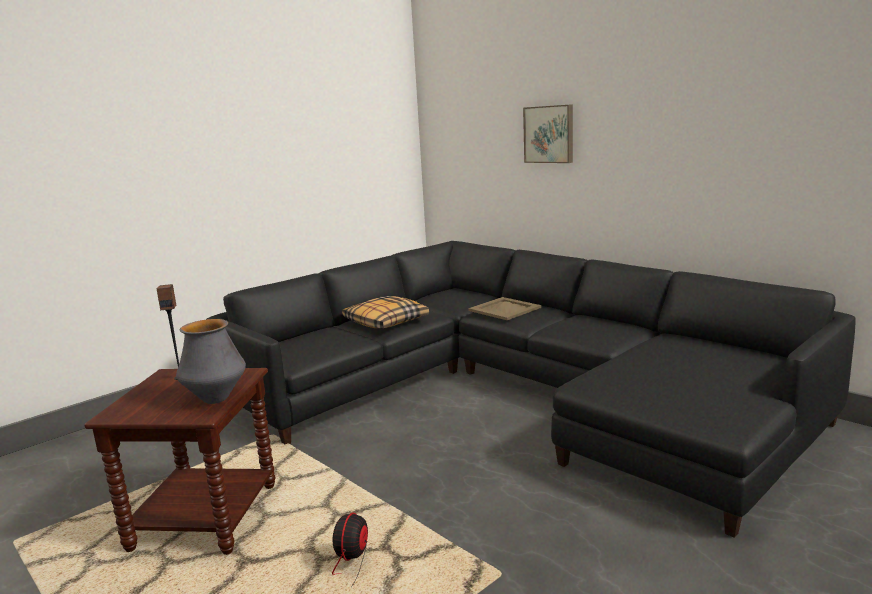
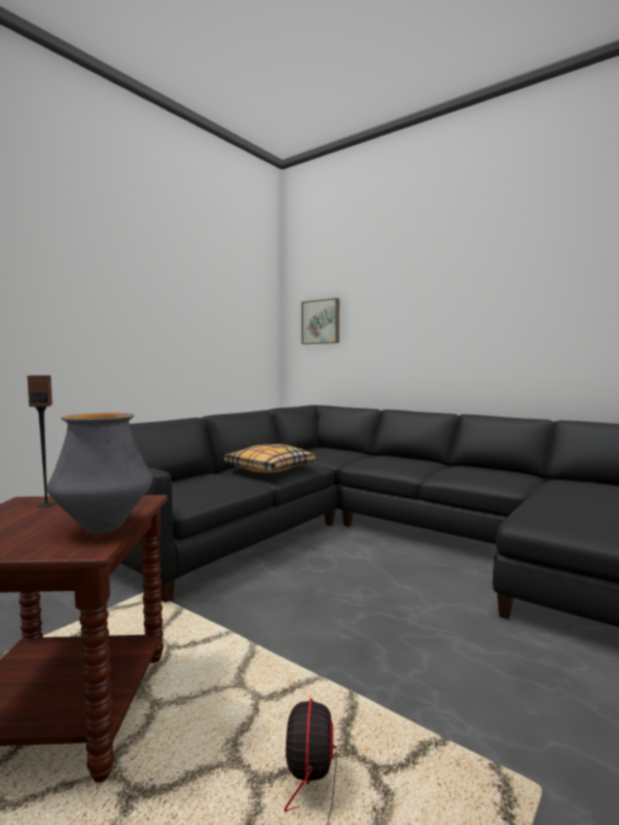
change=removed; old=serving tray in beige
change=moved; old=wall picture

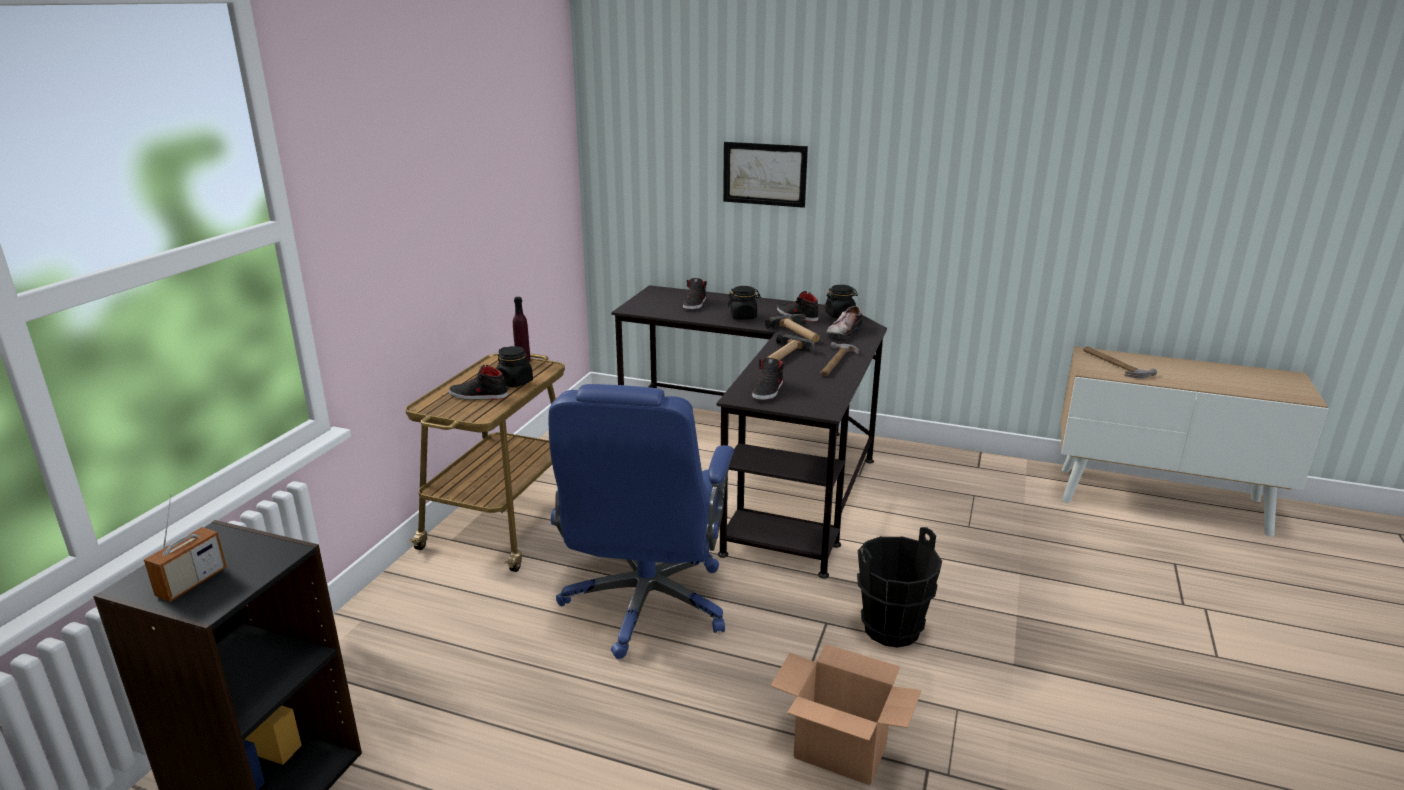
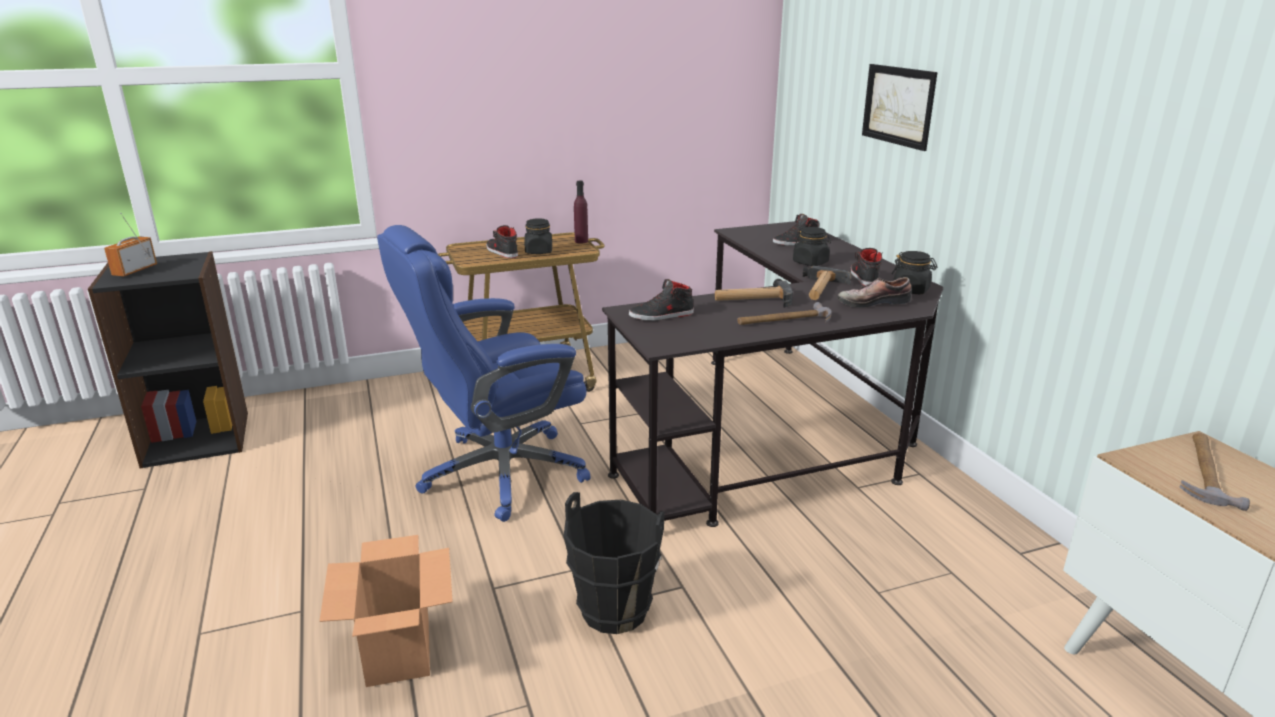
change=turned; old=radio receiver; degrees=120

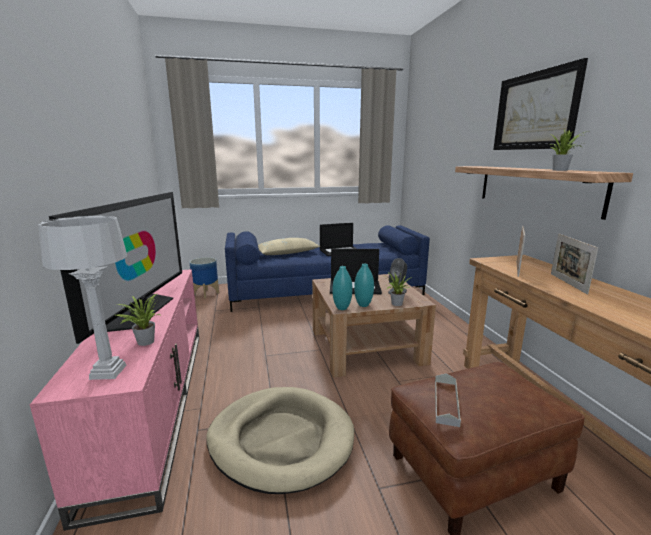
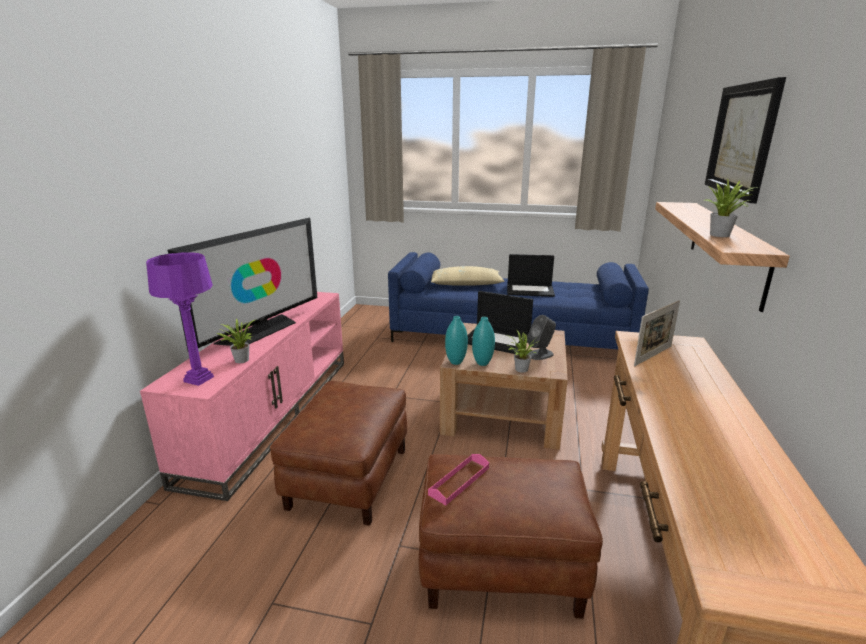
change=recoloured; old=lamp for a table in greyish; new=lamp for a table in purplish
change=removed; old=planter
change=replaced; old=pet bed in beige; new=ottoman in brownish (1st from left)
change=recoloured; old=serving tray in greyish; new=serving tray in pinkish
change=removed; old=picture frame (2nd from left)

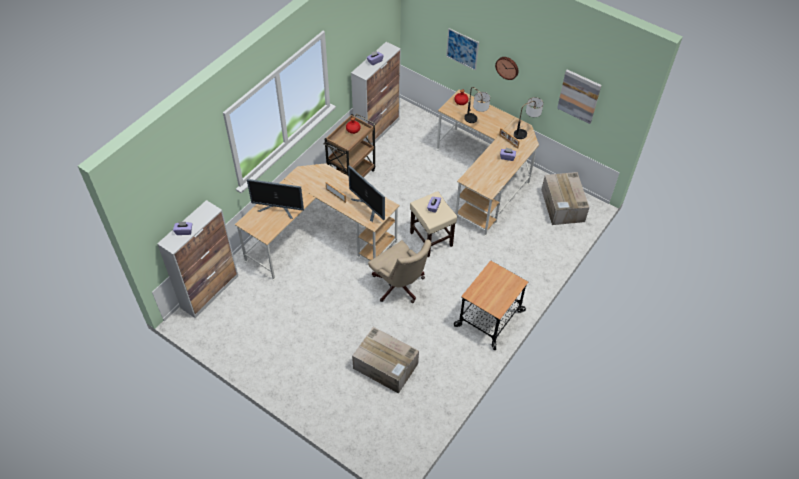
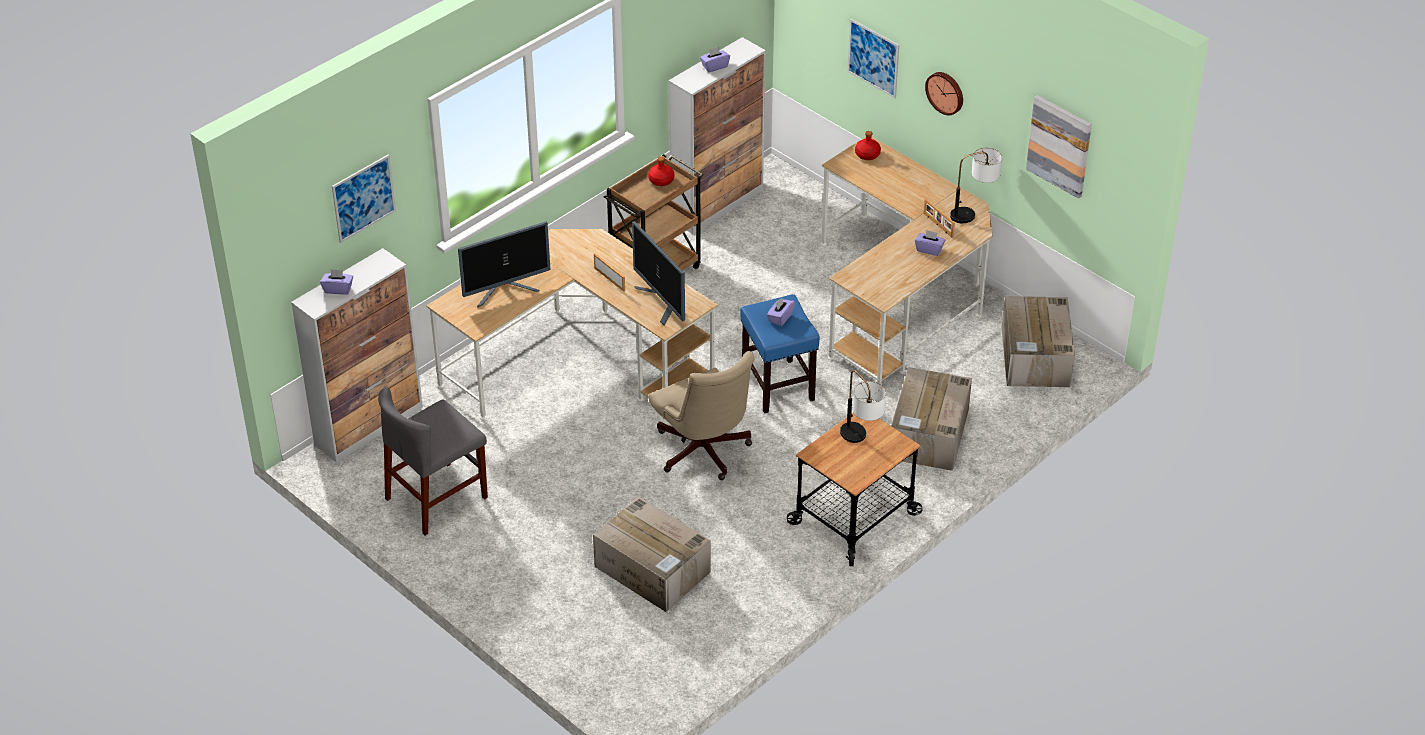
change=turned; old=computer display (1st from left); degrees=-45
change=recoloured; old=stool in beige; new=stool in blue-coloured
change=moved; old=lamp for a table (1st from left)
change=added; new=wall picture (1st from left)
change=added; new=chair in greyish
change=added; new=carton (2nd from left)

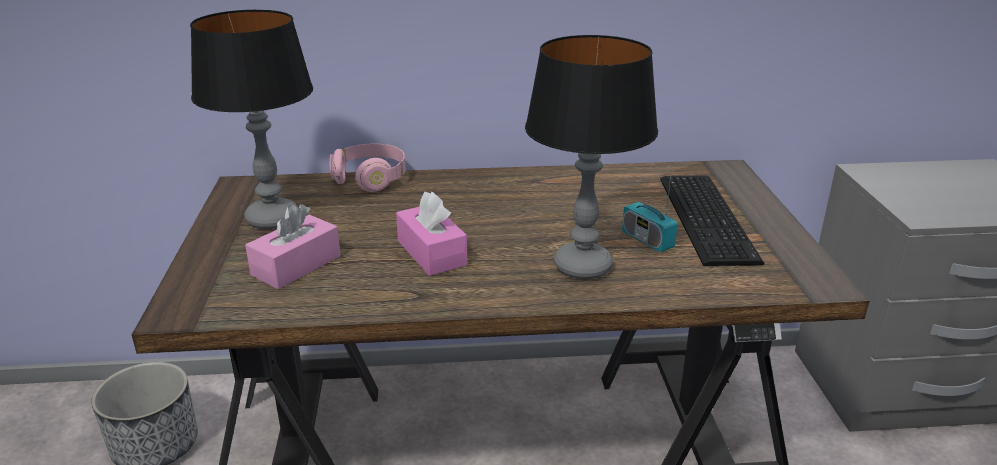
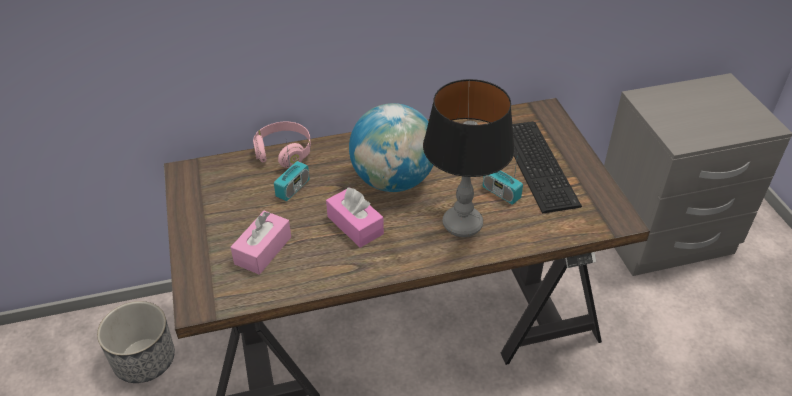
change=removed; old=lamp for a table (1st from left)
change=added; new=radio receiver (1st from left)
change=added; new=world globe

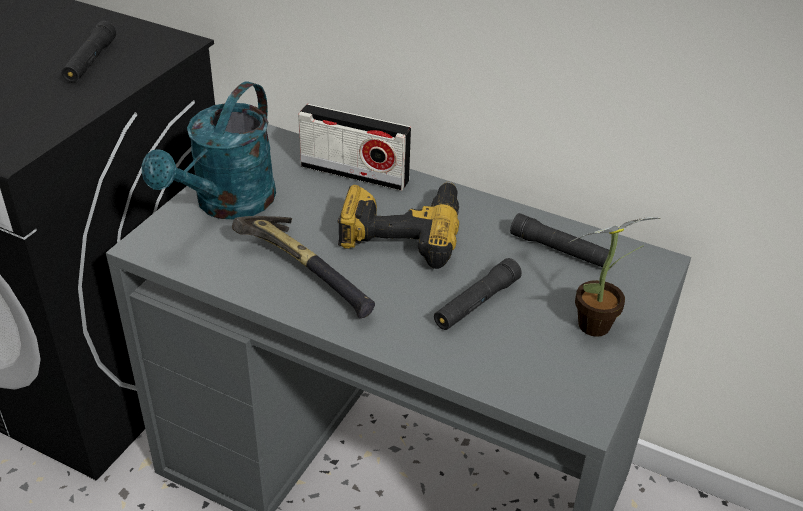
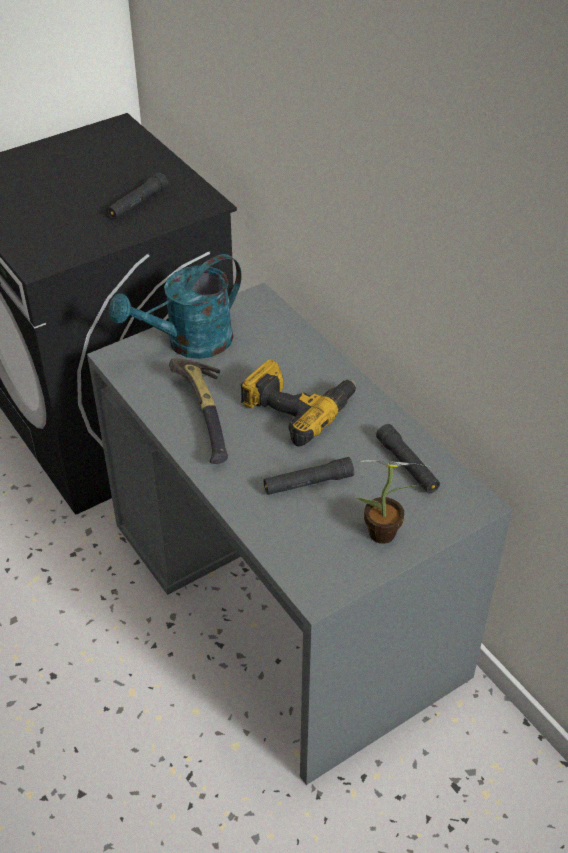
change=removed; old=radio receiver

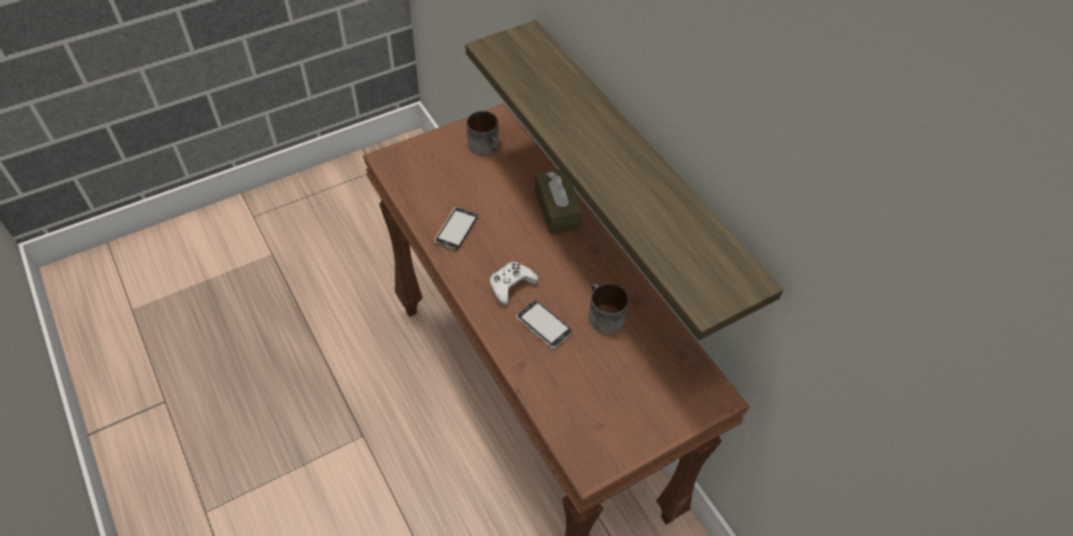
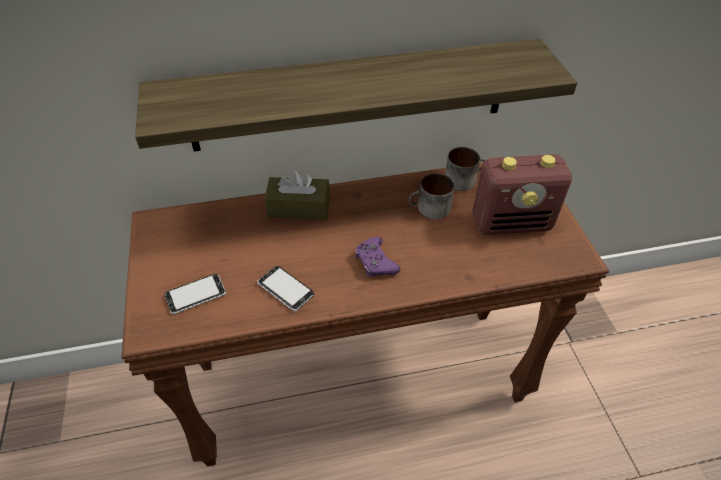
change=moved; old=coffee mug (1st from left in the first image); new=coffee mug (2nd from left)
change=recoloured; old=gamepad in white-coloured; new=gamepad in purplish
change=moved; old=telephone (2nd from left in the first image); new=telephone (1st from left)
change=added; new=radio receiver

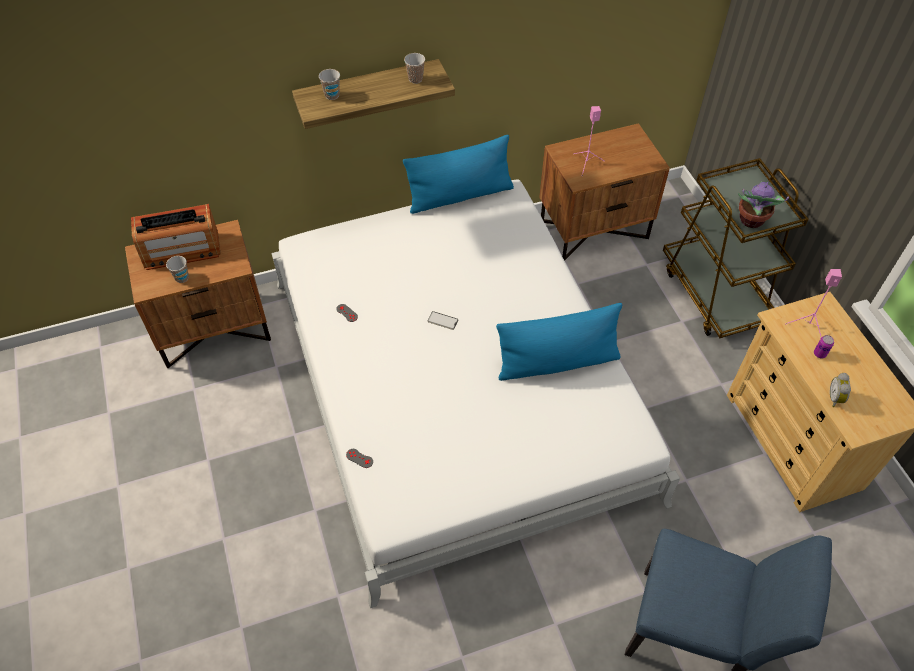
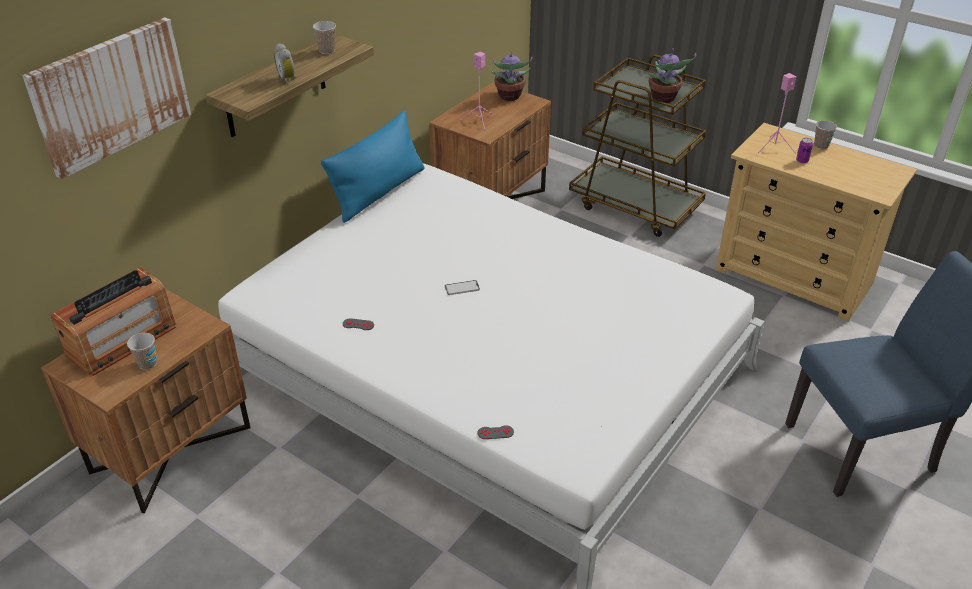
change=moved; old=drinking cup (2nd from left in the first image); new=drinking cup (3rd from left)
change=removed; old=cushion in blue-coloured (2nd from left)
change=moved; old=bedside clock
change=added; new=wall picture
change=added; new=houseplant (1st from left)

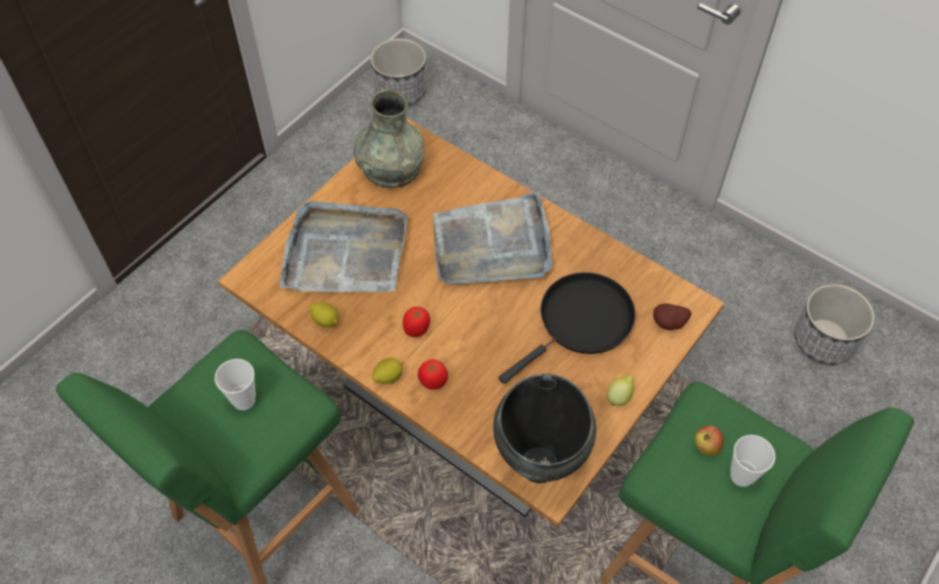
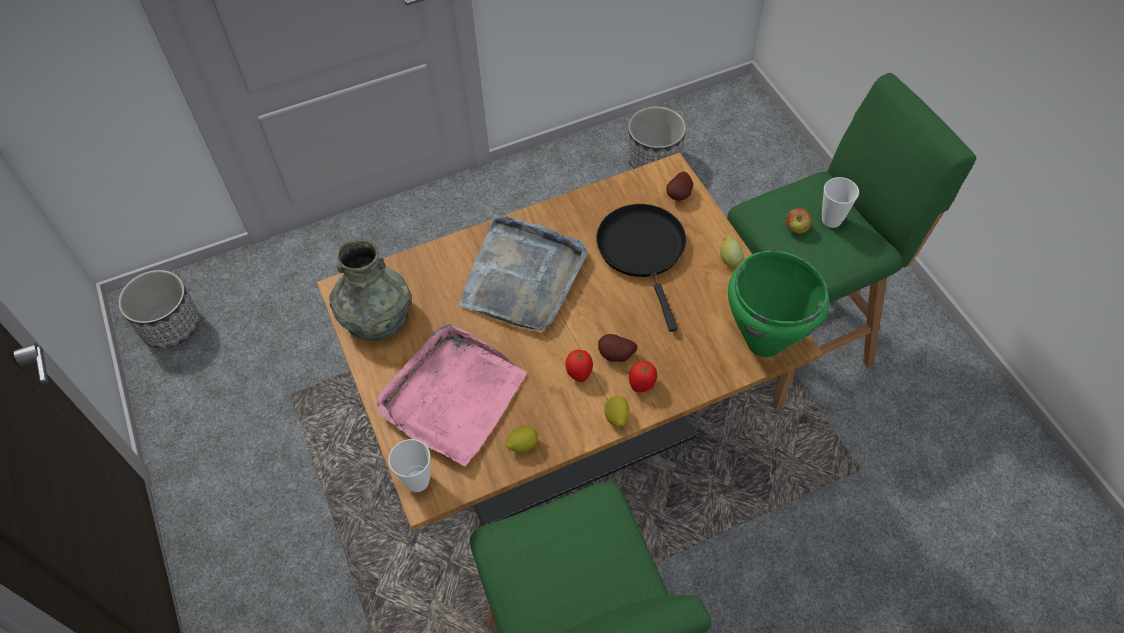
change=moved; old=drinking cup (1st from left)
change=recoloured; old=serving tray in greyish (1st from left); new=serving tray in pinkish
change=recoloured; old=cooking pot in black-coloured; new=cooking pot in greenish
change=added; new=whole potato (1st from left)

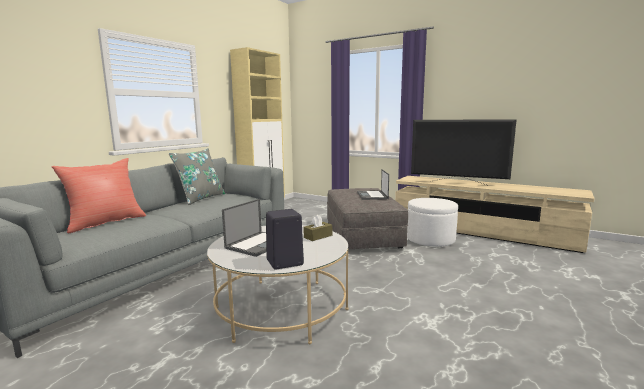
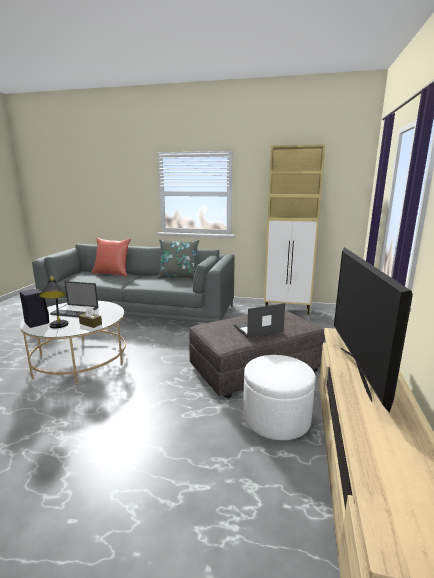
change=added; new=lamp for a table in black-coloured

